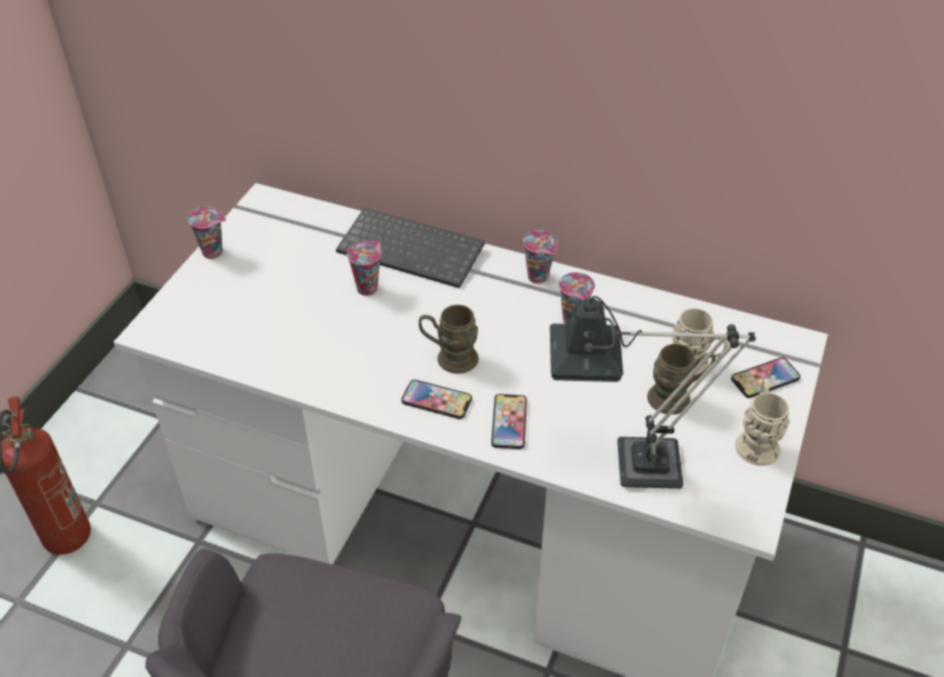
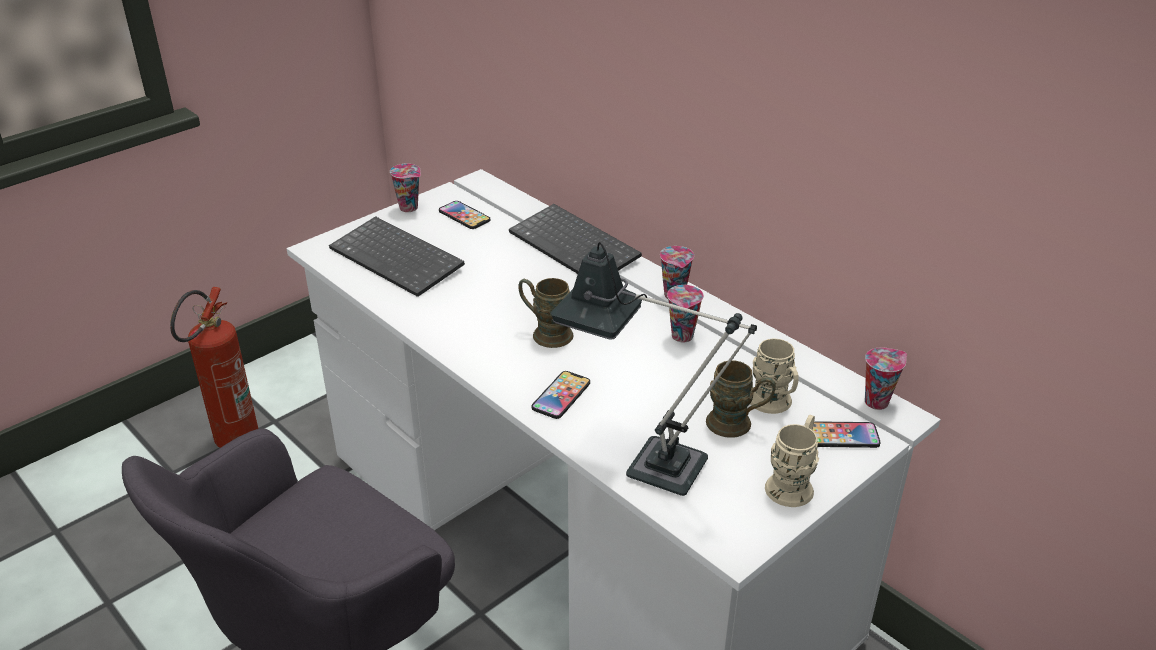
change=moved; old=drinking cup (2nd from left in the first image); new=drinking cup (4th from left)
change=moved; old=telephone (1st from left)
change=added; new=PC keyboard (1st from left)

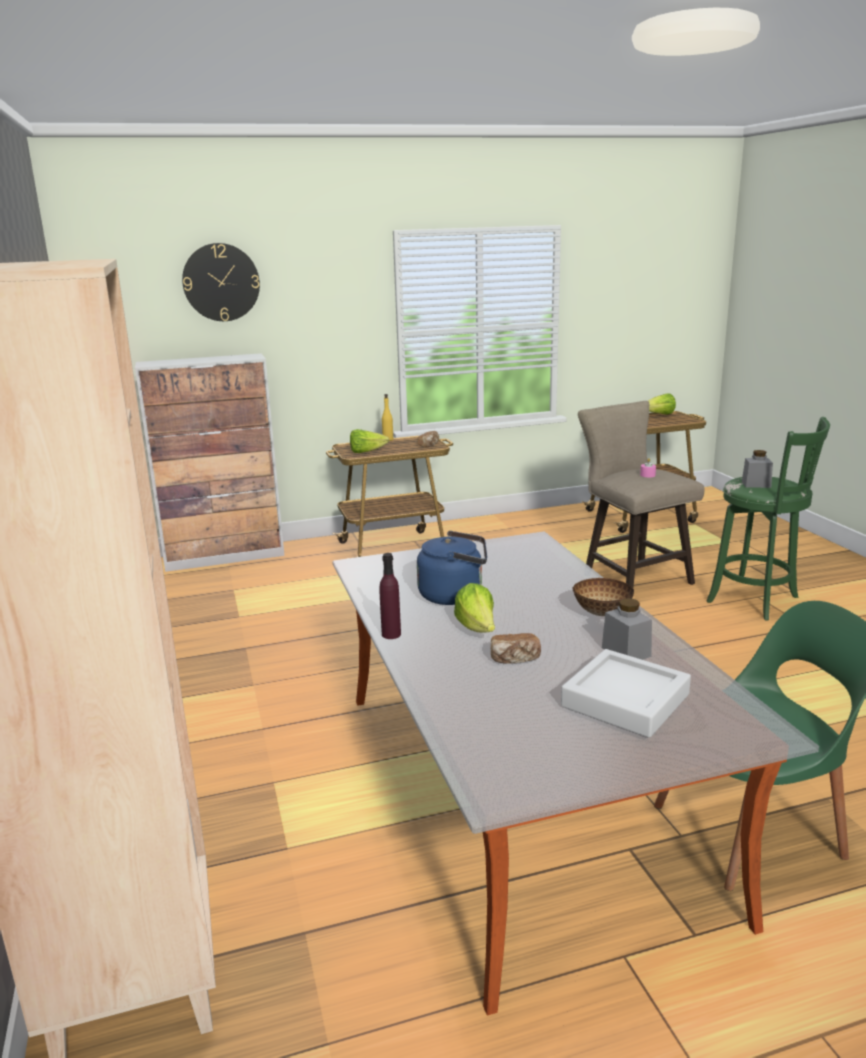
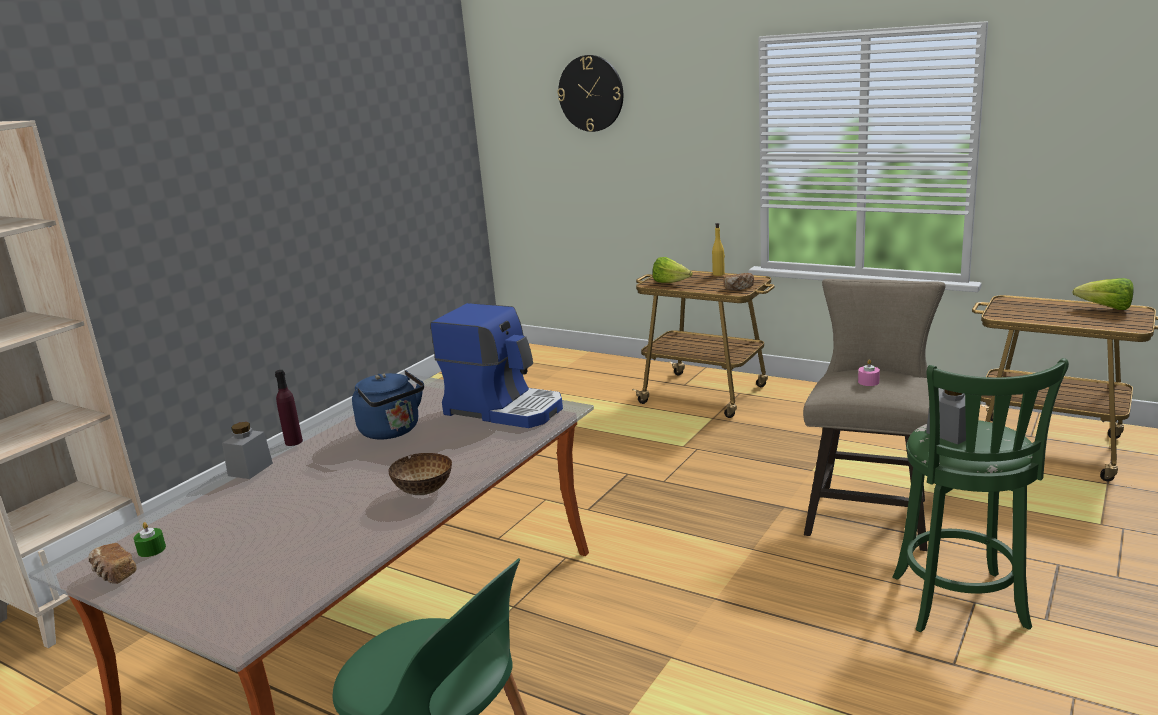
change=removed; old=storage cabinet
change=removed; old=lettuce (2nd from left)
change=moved; old=bread (2nd from left in the first image); new=bread (1st from left)
change=removed; old=serving tray in greyish
change=moved; old=preserve jar in greyish (1st from left)
change=added; new=wax candle in greenish
change=added; new=coffee brewer

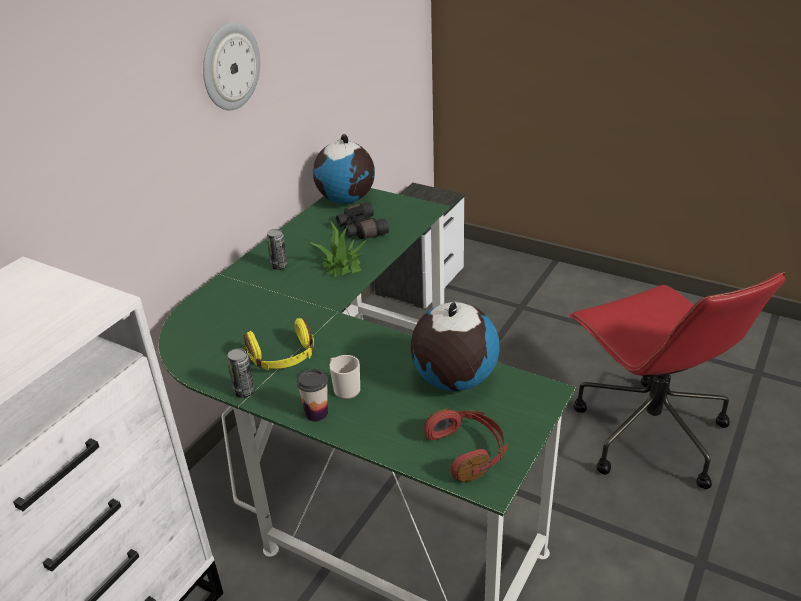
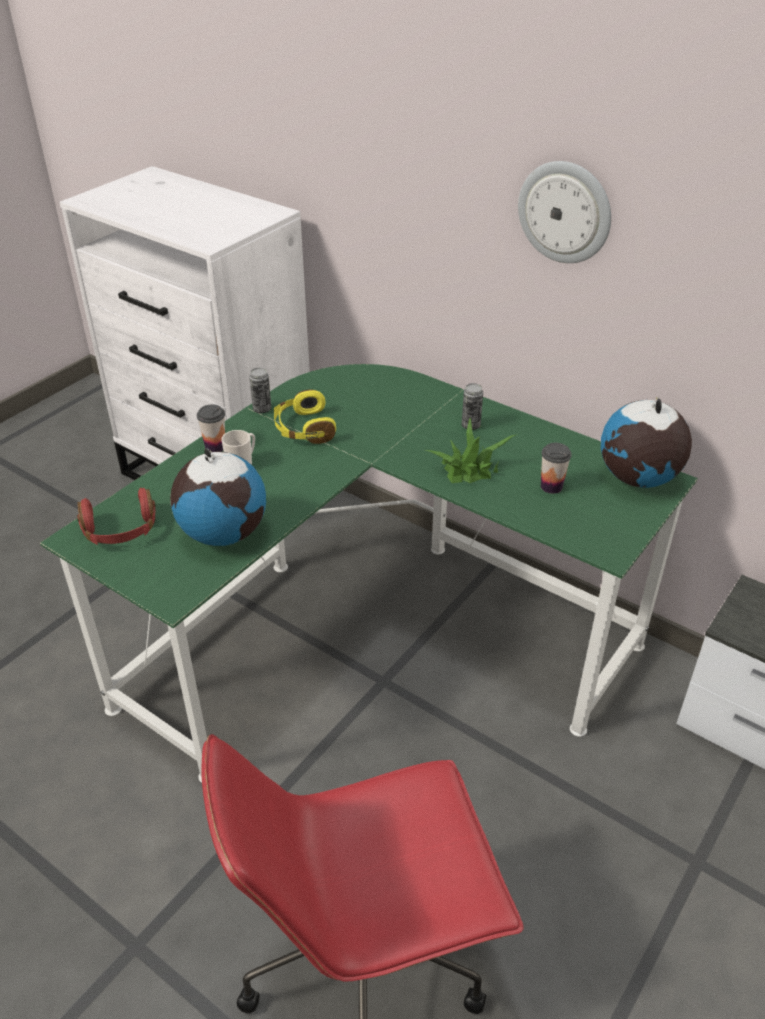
change=replaced; old=field glasses in black-coloured; new=drinking cup (2nd from left)

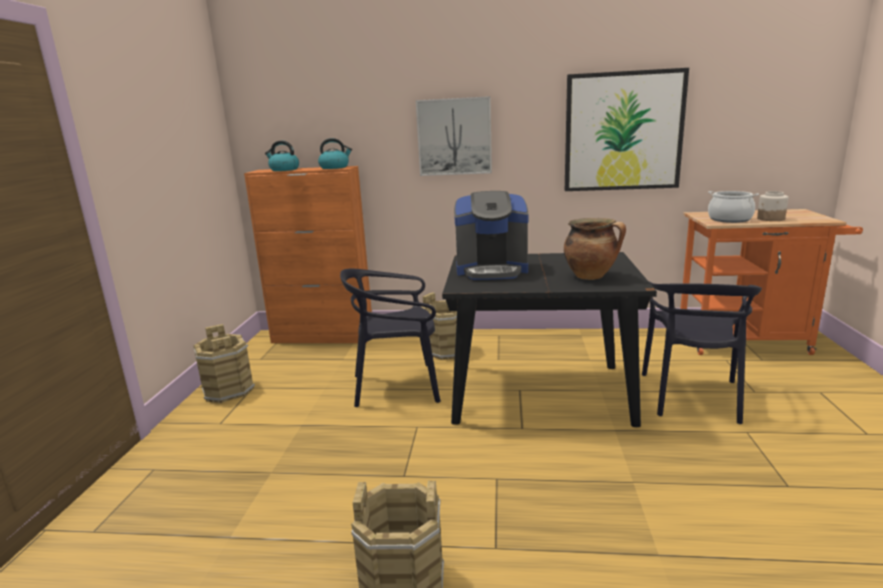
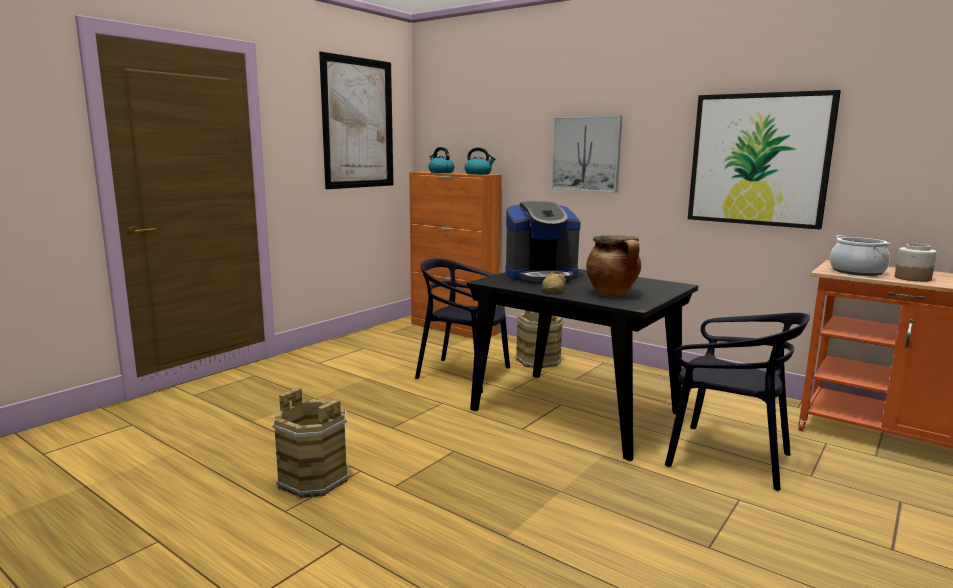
change=removed; old=bucket in brownish (1st from left)
change=turned; old=coffee brewer; degrees=-45
change=turned; old=chair in black-coloured (2nd from left); degrees=-105
change=added; new=wall picture (1st from left)
change=added; new=bread

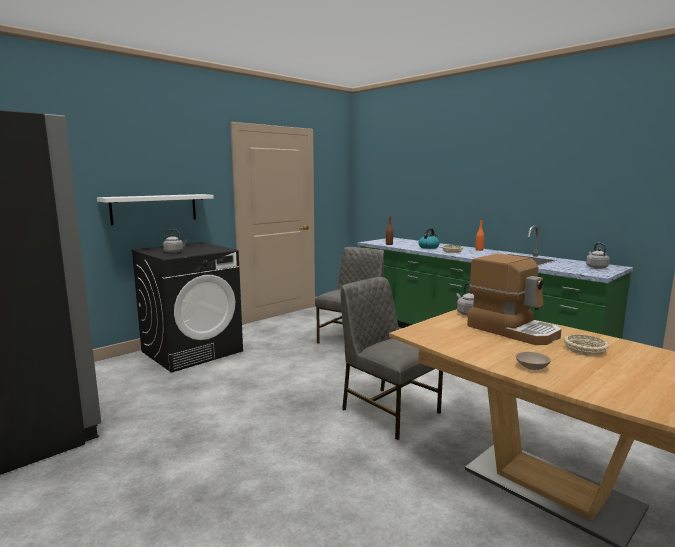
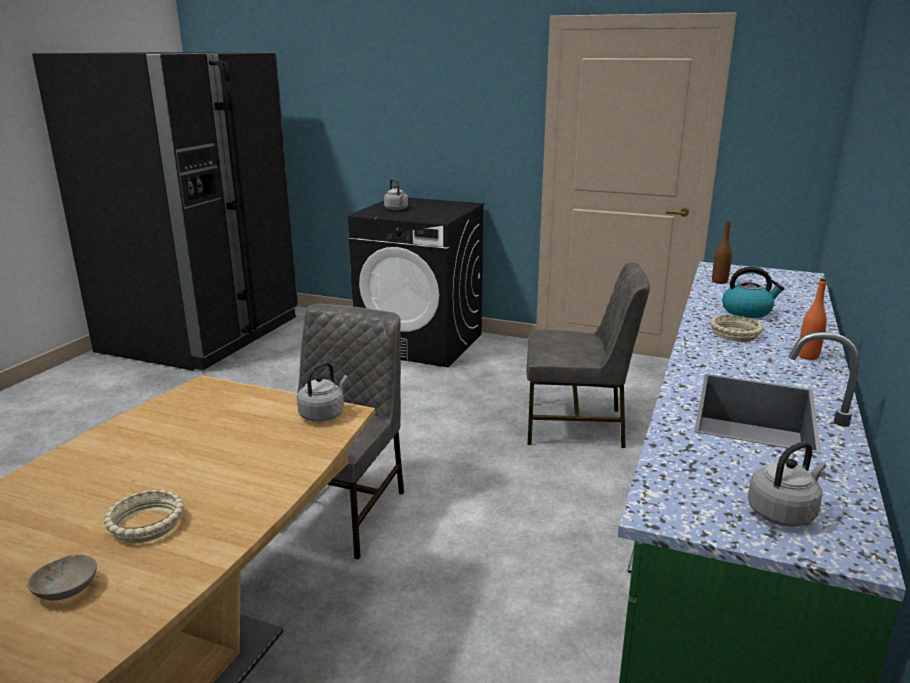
change=removed; old=shelf in white-coloured
change=removed; old=coffee brewer
change=moved; old=serving bowl in beige (2nd from left in the first image); new=serving bowl in beige (1st from left)

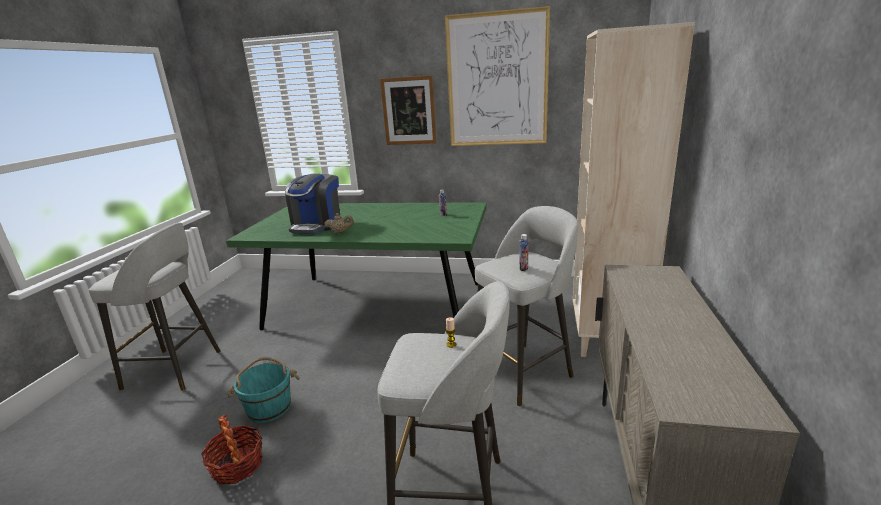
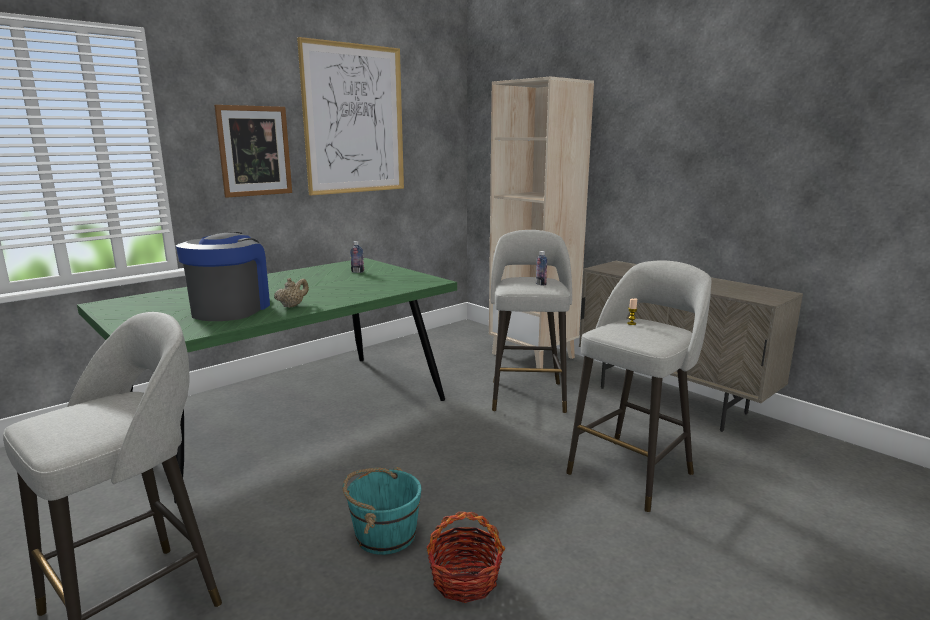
change=turned; old=coffee brewer; degrees=-135

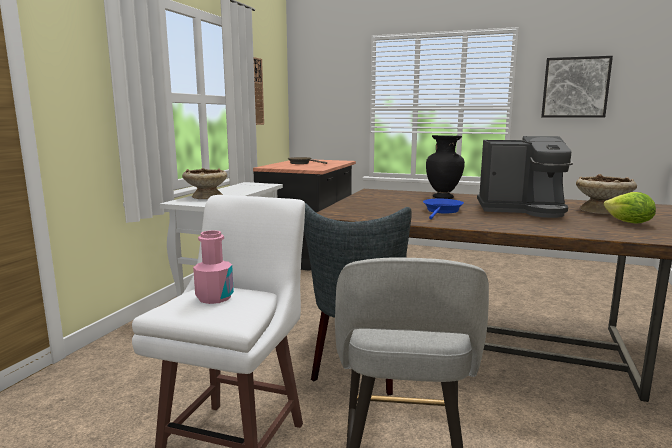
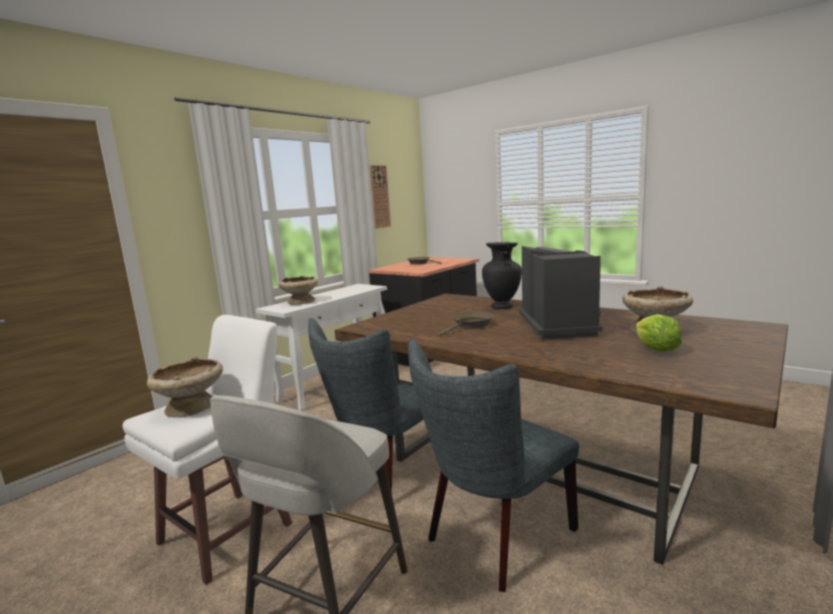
change=replaced; old=drink bottle in pinkish; new=serving bowl in beige (1st from left)
change=recoloured; old=frying pan in blue-coloured; new=frying pan in brownish (2nd from left)
change=turned; old=coffee brewer; degrees=-120
change=removed; old=wall picture
change=added; new=chair in greyish (2nd from left)

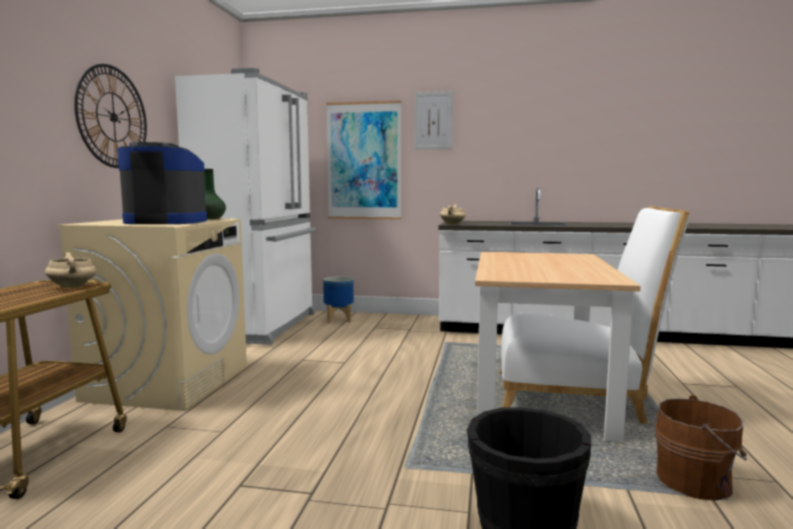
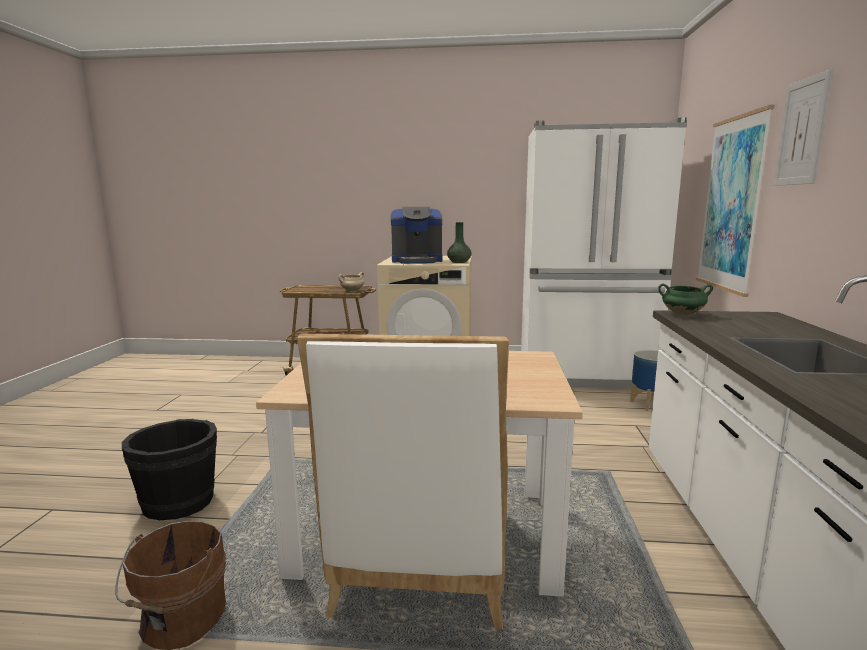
change=removed; old=hanging clock
change=turned; old=coffee brewer; degrees=90
change=recoloured; old=cooking pot in beige (2nd from left); new=cooking pot in greenish

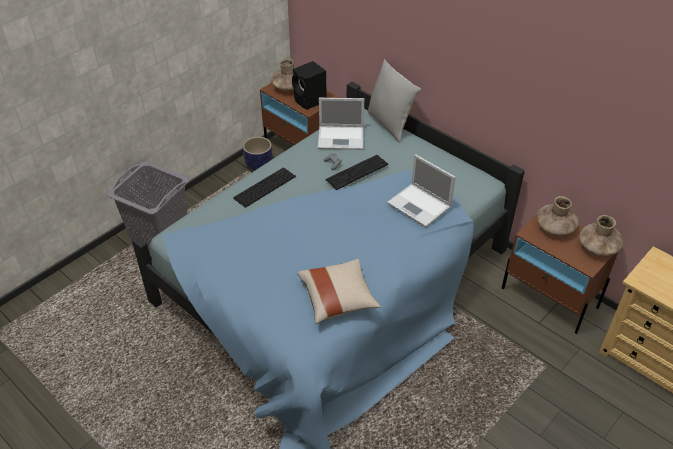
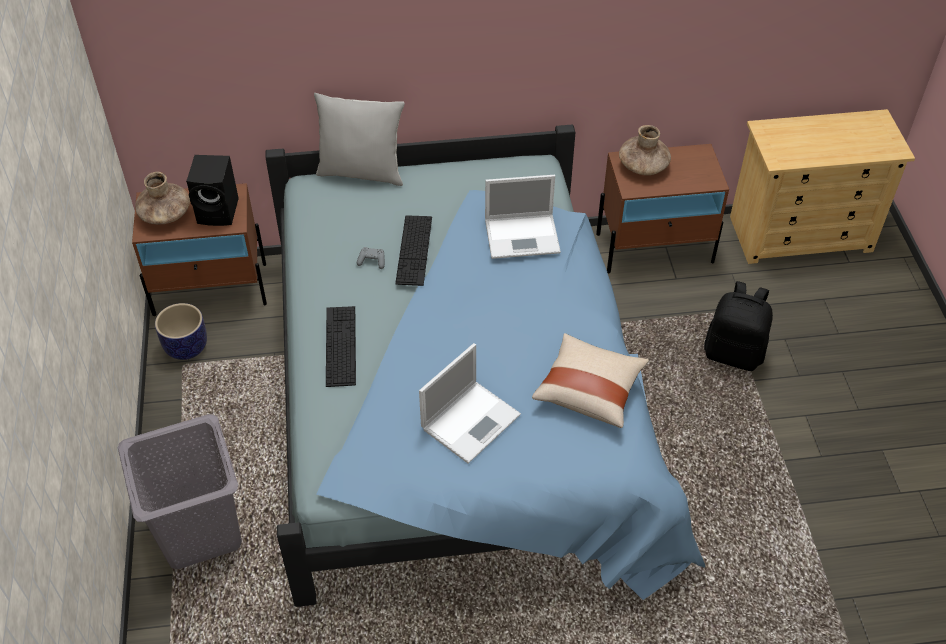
change=moved; old=notebook computer (1st from left)
change=removed; old=vase in brownish (3rd from left)
change=added; new=rucksack in black-coloured

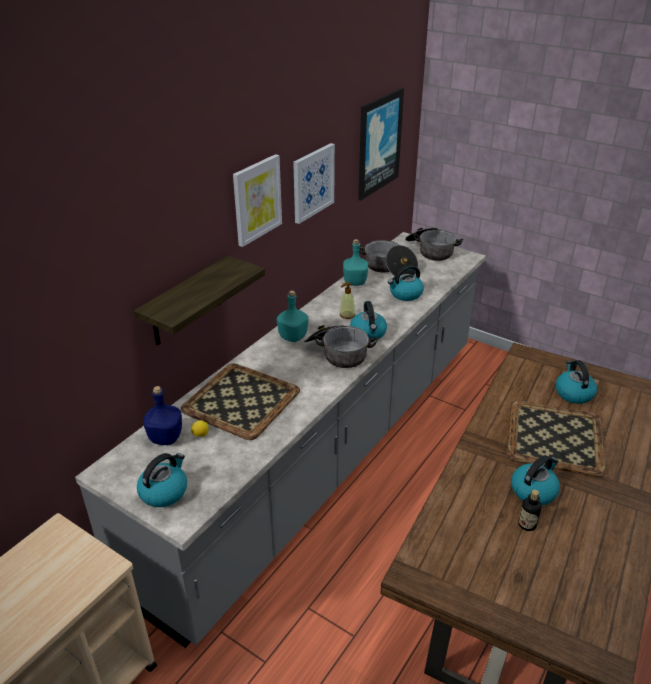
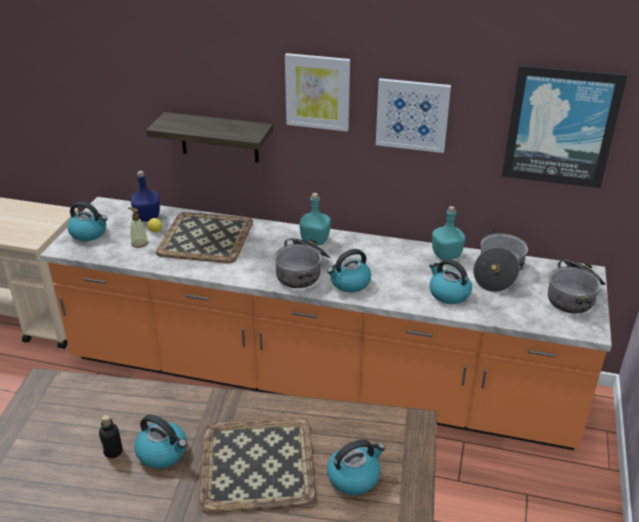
change=recoloured; old=kitchen counter in greyish; new=kitchen counter in orangey
change=moved; old=soap dispenser

